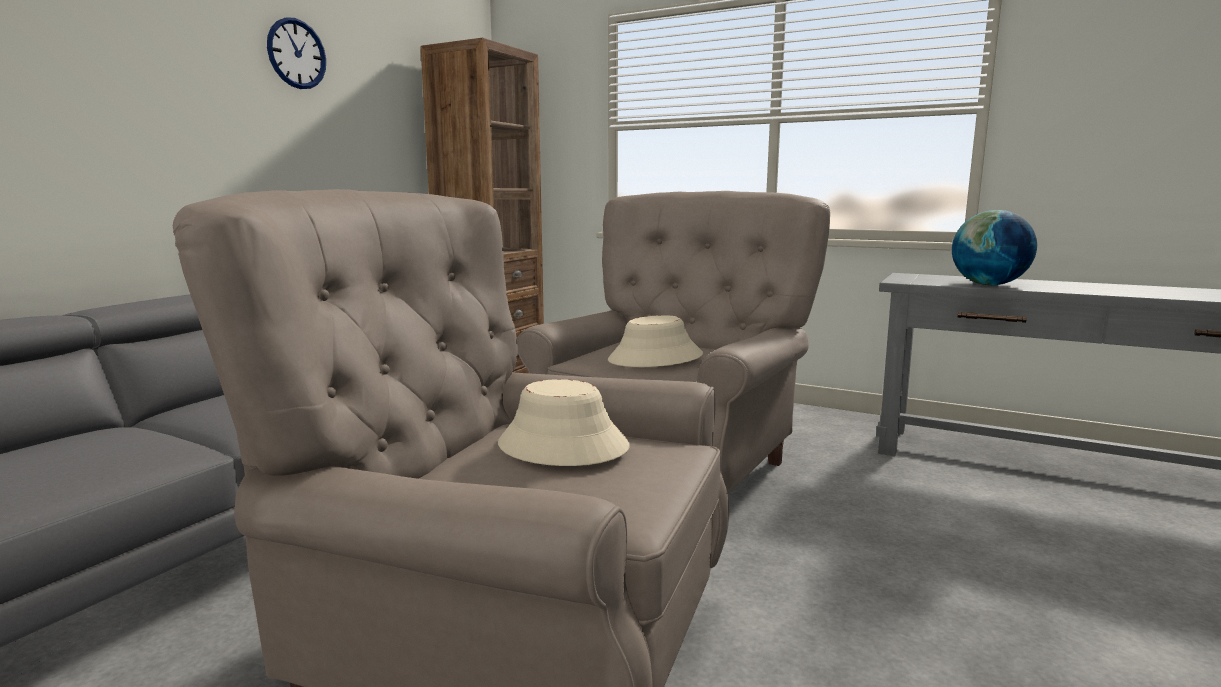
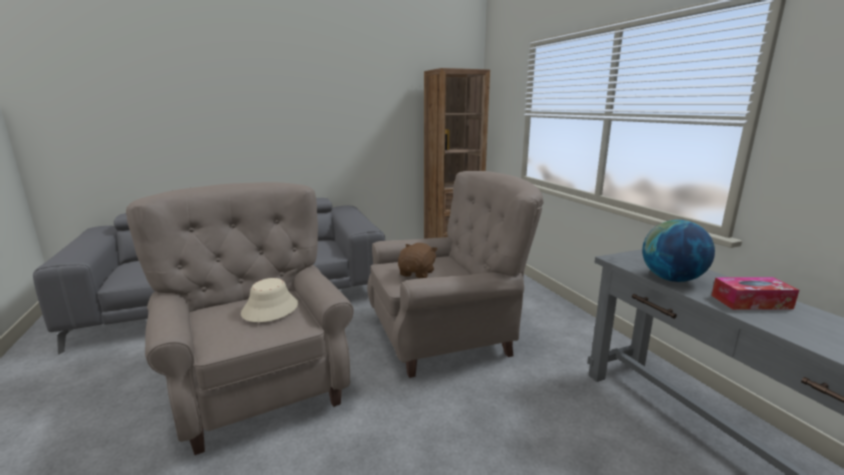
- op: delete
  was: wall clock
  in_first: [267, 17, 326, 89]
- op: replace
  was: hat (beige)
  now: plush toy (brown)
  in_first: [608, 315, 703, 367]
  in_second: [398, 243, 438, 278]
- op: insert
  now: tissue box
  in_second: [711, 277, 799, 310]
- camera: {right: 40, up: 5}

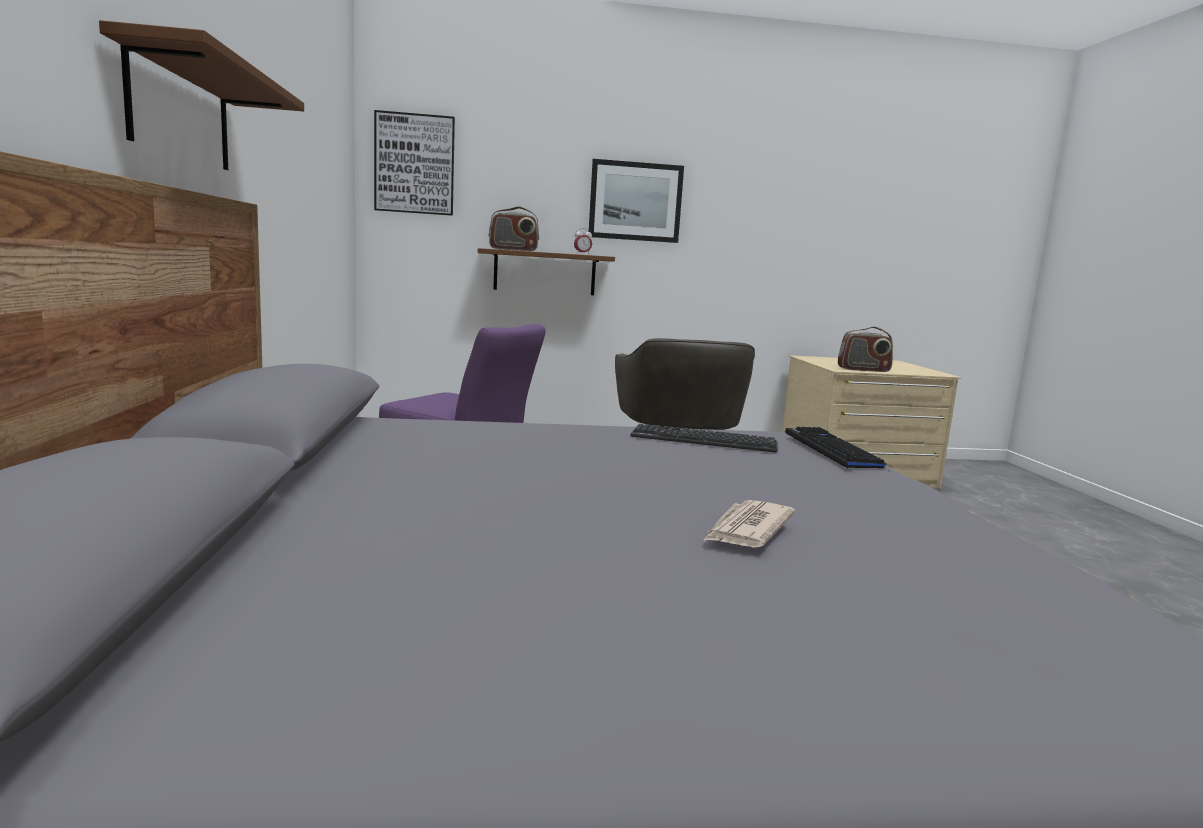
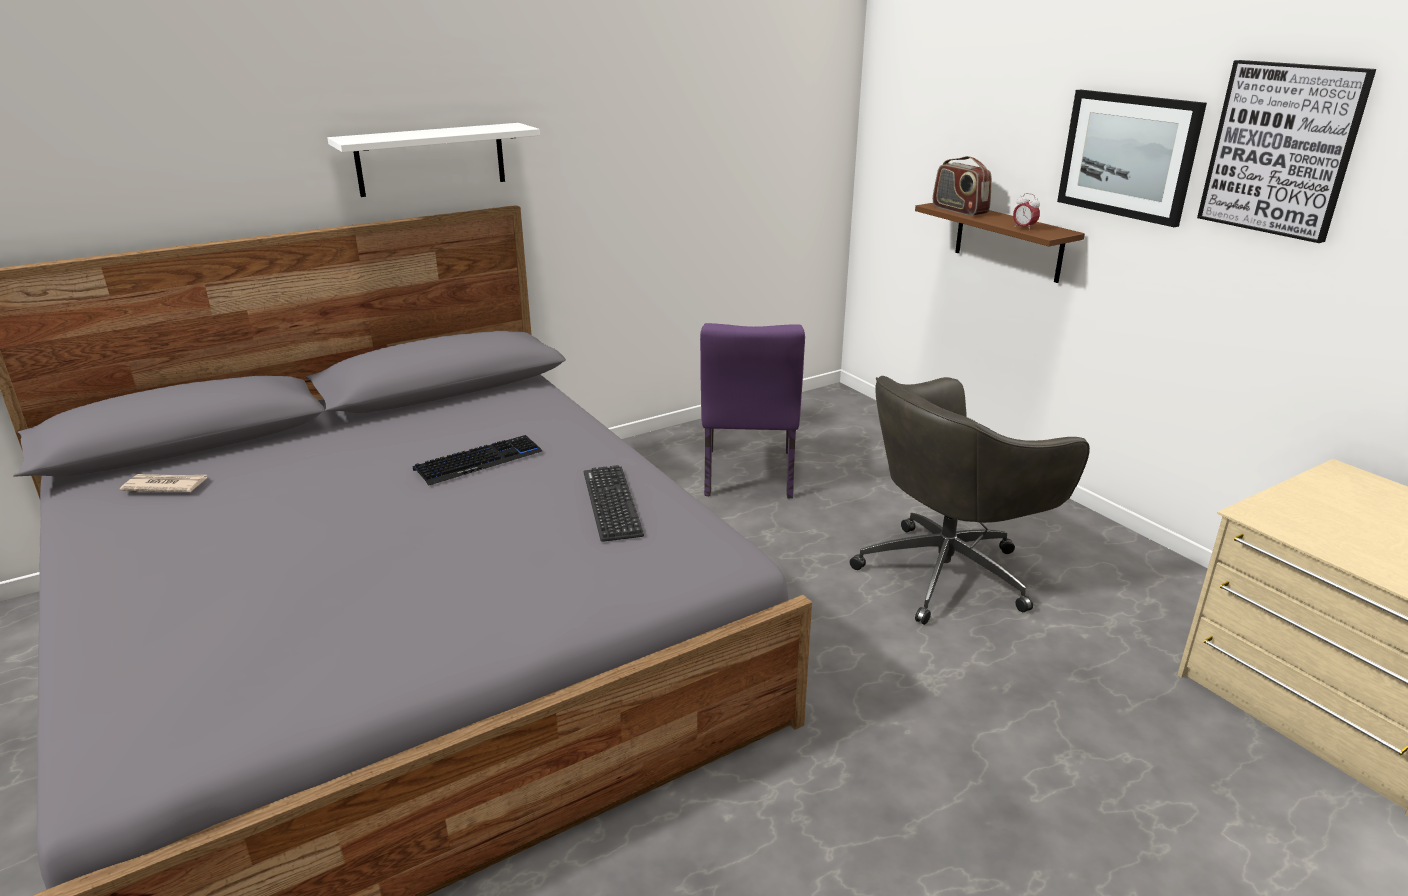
- op: recolor
  was: shelf (brown)
  now: shelf (white)
  in_first: [99, 20, 304, 170]
  in_second: [327, 123, 540, 197]
- op: move
  was: picture
  in_first: [374, 110, 455, 216]
  in_second: [1197, 60, 1376, 243]
- op: delete
  was: radio
  in_first: [838, 327, 893, 372]
- op: move
  was: keyboard
  in_first: [785, 427, 891, 468]
  in_second: [413, 435, 542, 486]
- op: move
  was: newspaper
  in_first: [702, 500, 795, 548]
  in_second: [120, 474, 207, 492]
- camera: {right: 65, up: 15}

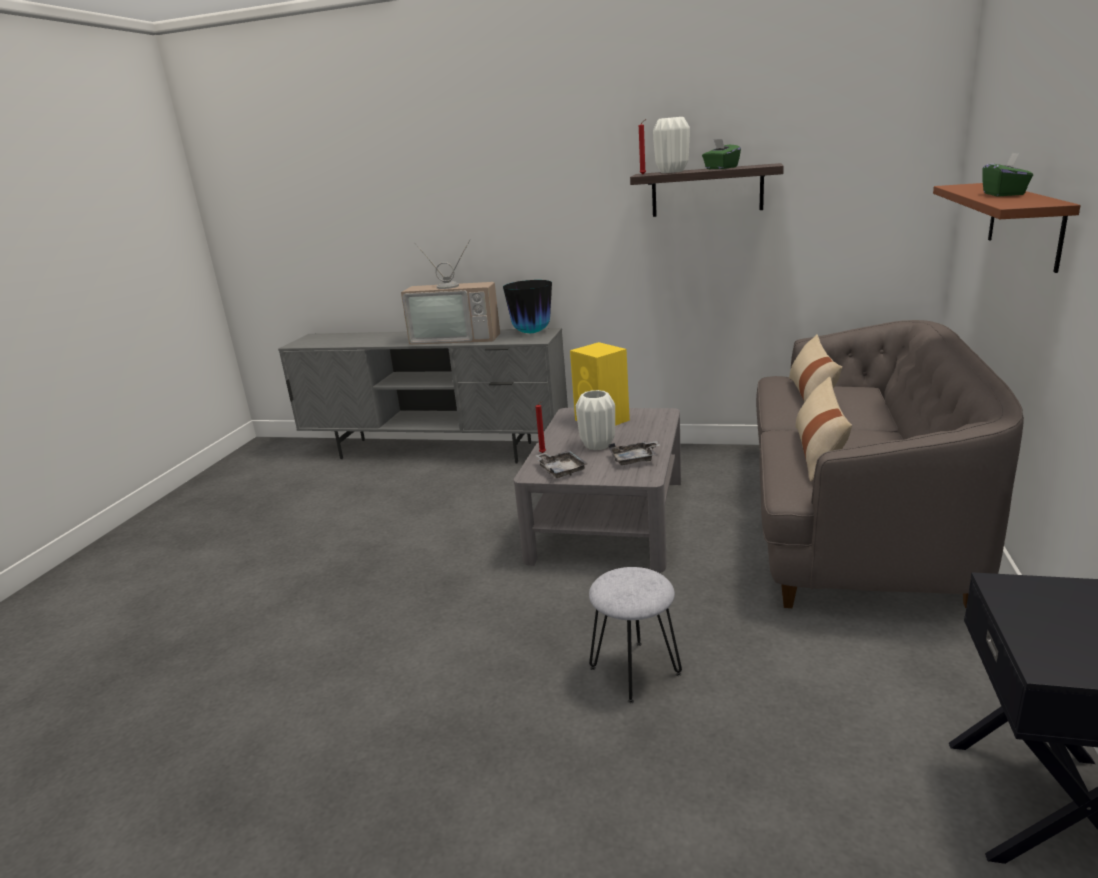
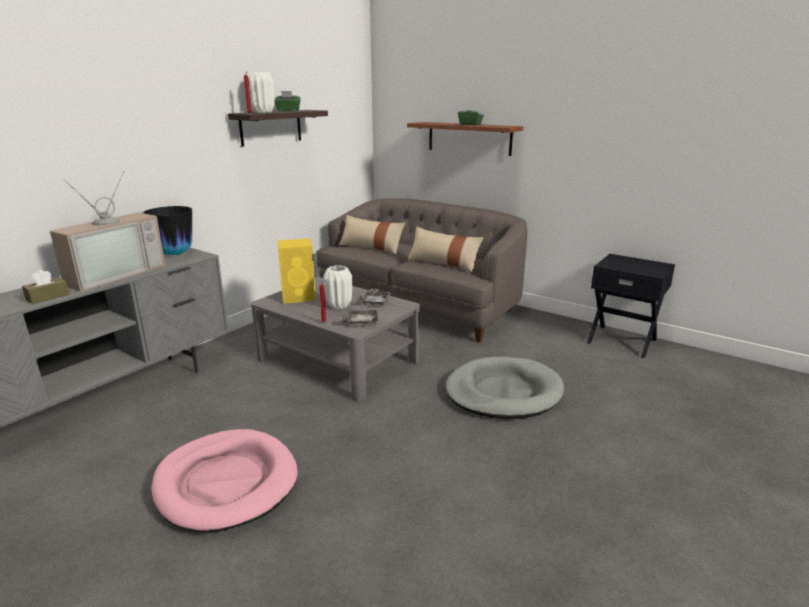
- op: replace
  was: stool (grey)
  now: dog bed (grey)
  in_first: [589, 567, 682, 703]
  in_second: [445, 357, 564, 419]
- op: insert
  now: tissue box (brown)
  in_second: [22, 269, 69, 304]
- op: insert
  now: dog bed (pink)
  in_second: [151, 429, 298, 532]
- camera: {right: -70, up: 0}

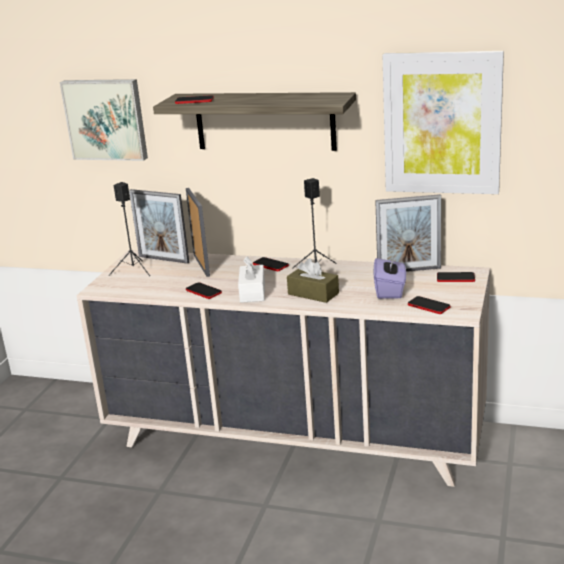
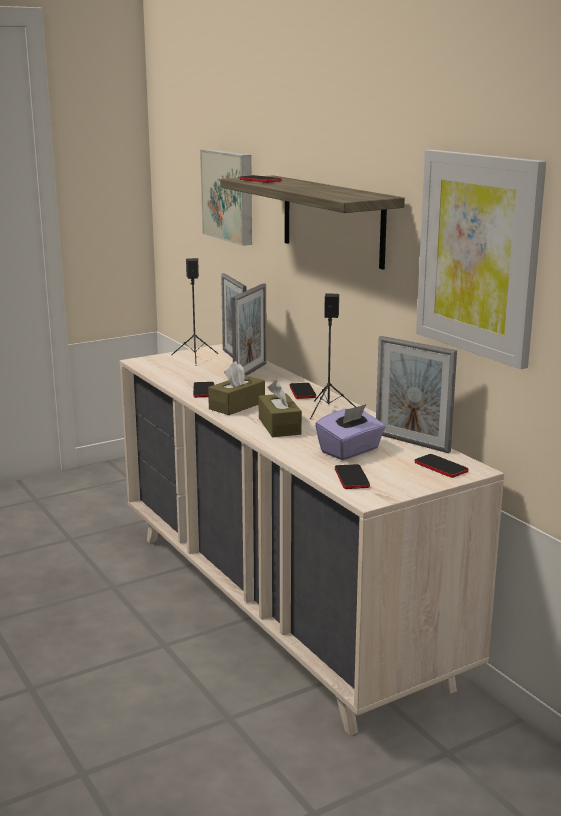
- op: recolor
  was: tissue box (white)
  now: tissue box (brown)
  in_first: [238, 257, 265, 303]
  in_second: [208, 361, 265, 415]
- camera: {right: 40, up: -5}

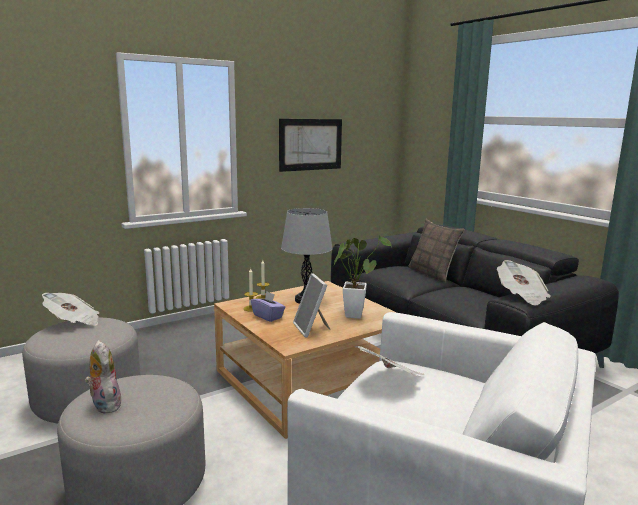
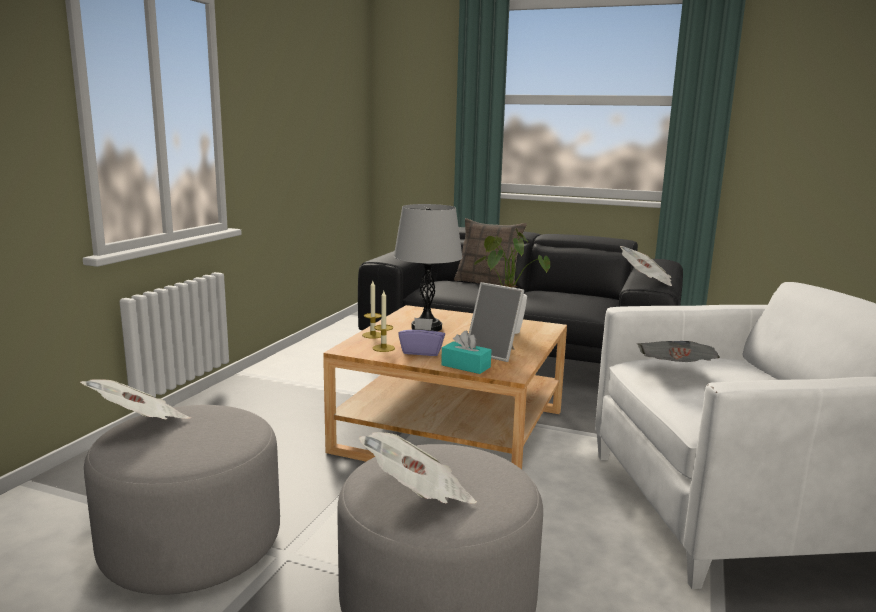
- op: delete
  was: picture
  in_first: [279, 119, 342, 172]
- op: replace
  was: plush toy
  now: newspaper
  in_first: [85, 340, 121, 414]
  in_second: [359, 432, 477, 504]
- op: insert
  now: tissue box (turquoise)
  in_second: [441, 331, 491, 374]
- camera: {right: -35, up: 0}

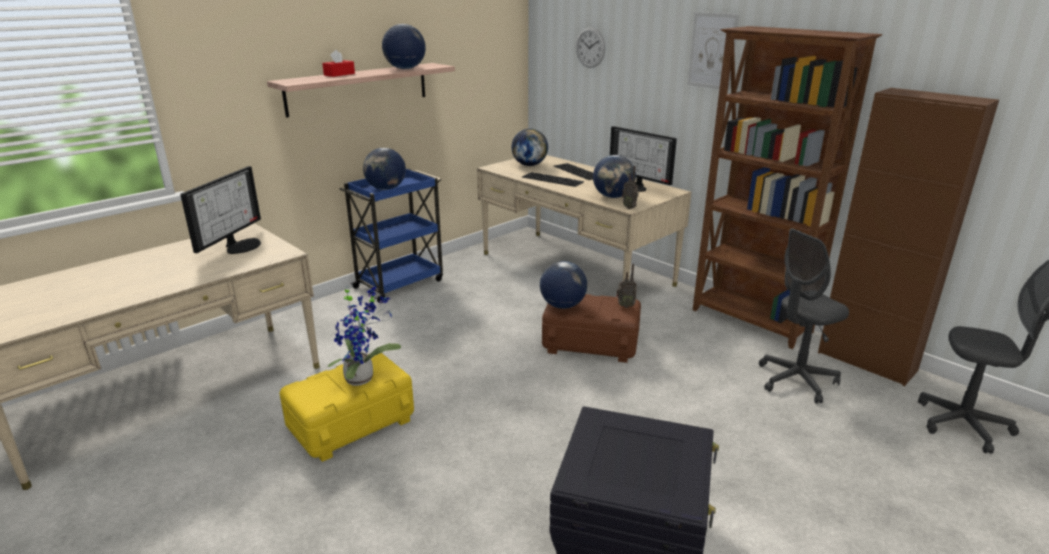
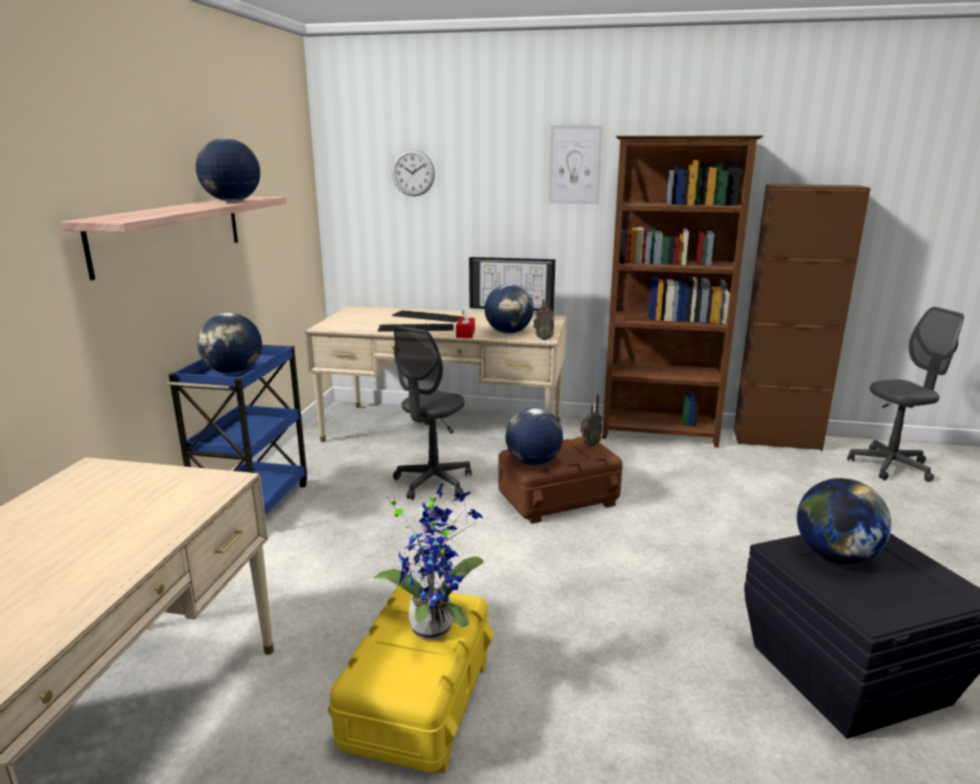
- op: move
  was: tissue box (red)
  in_first: [322, 50, 355, 77]
  in_second: [456, 309, 475, 338]
- op: move
  was: globe
  in_first: [511, 129, 548, 166]
  in_second: [797, 478, 892, 564]
- op: delete
  was: monitor
  in_first: [180, 166, 261, 254]
- op: move
  was: office chair (grey)
  in_first: [759, 228, 849, 403]
  in_second: [393, 326, 471, 500]
- camera: {right: -35, up: -5}

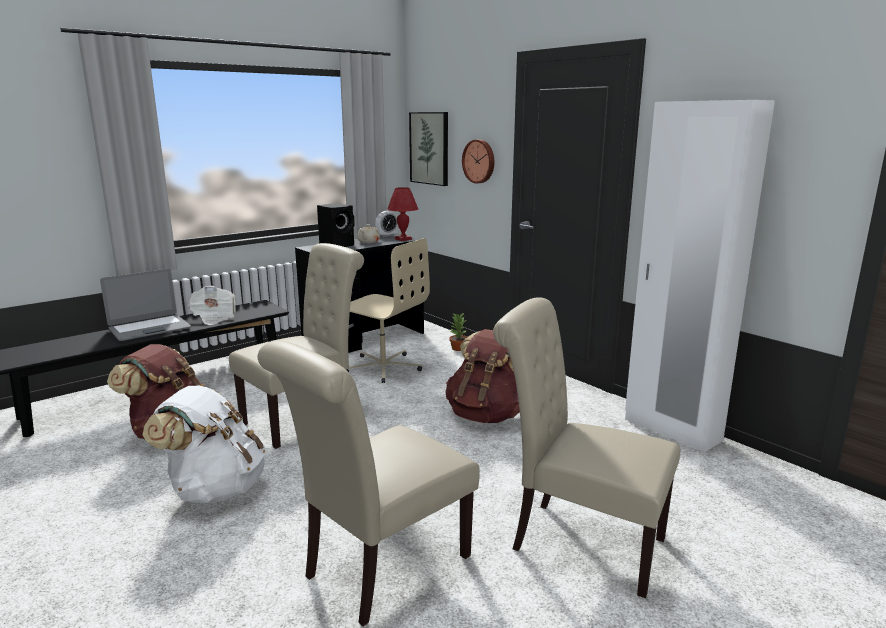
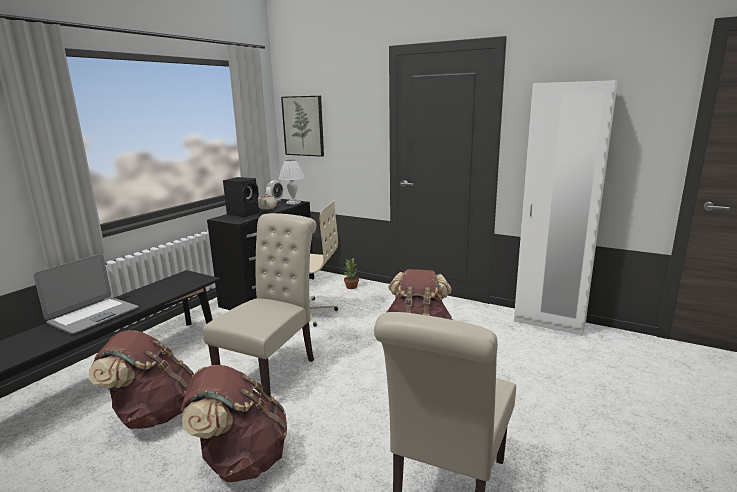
- op: delete
  was: wall clock
  in_first: [462, 139, 494, 184]
- op: recolor
  was: table lamp (red)
  now: table lamp (white)
  in_first: [387, 187, 418, 241]
  in_second: [279, 160, 305, 205]
- op: delete
  was: newspaper
  in_first: [188, 286, 236, 325]
- op: delete
  was: chair (beige)
  in_first: [493, 297, 680, 598]
- op: recolor
  was: backpack (white)
  now: backpack (brown)
  in_first: [143, 385, 266, 503]
  in_second: [181, 365, 287, 482]
- camera: {right: -20, up: 0}

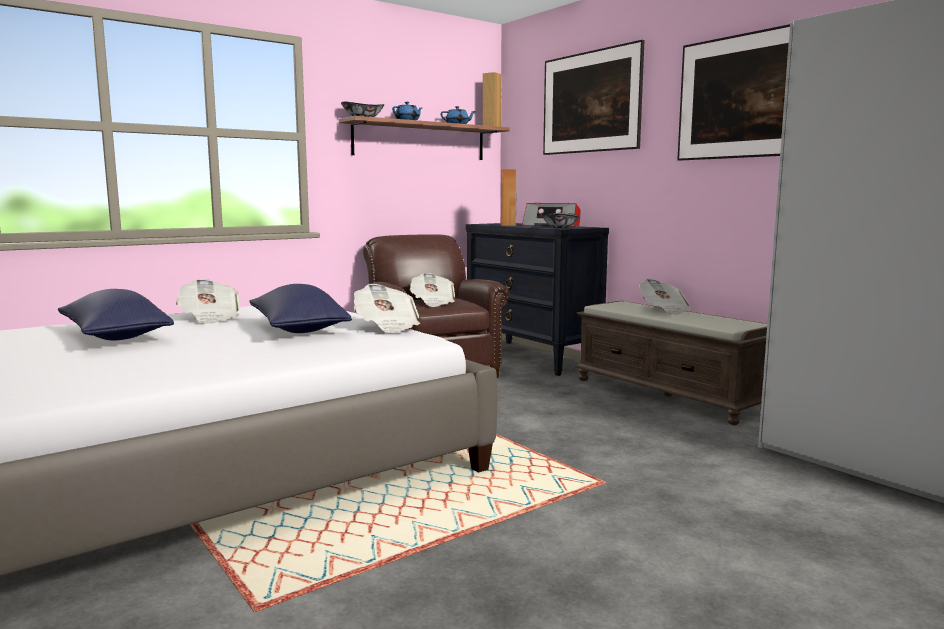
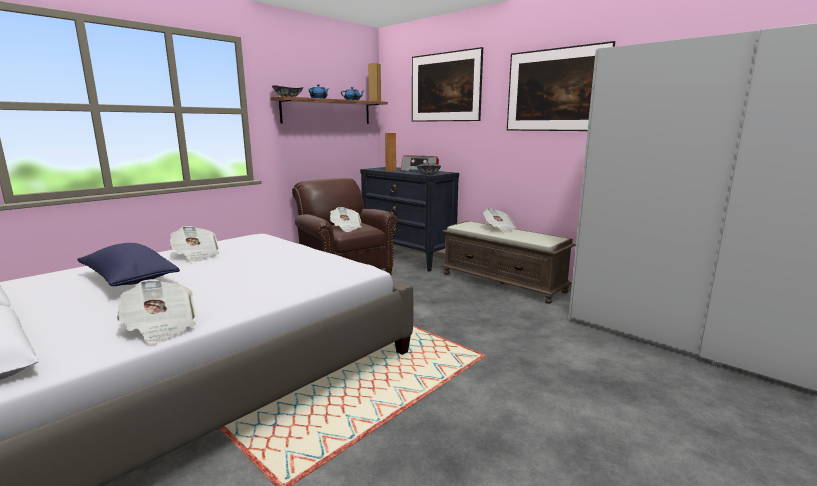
- op: delete
  was: pillow (blue)
  in_first: [249, 284, 352, 333]
- op: move
  was: newspaper
  in_first: [354, 284, 420, 333]
  in_second: [116, 279, 196, 344]
- camera: {right: -10, up: 5}

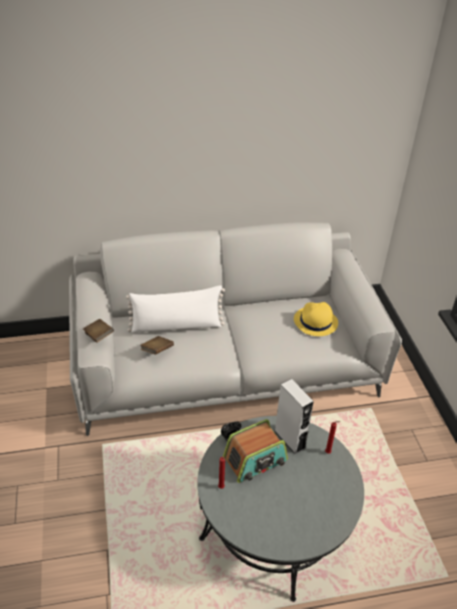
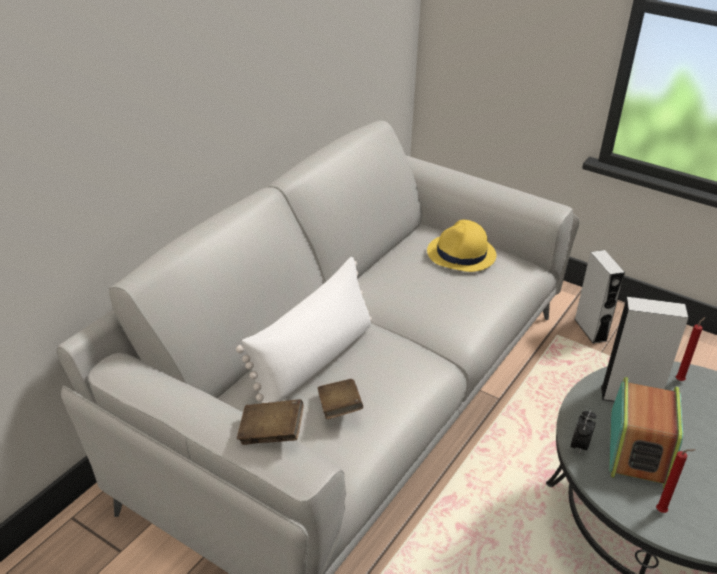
- op: insert
  now: speaker (grey)
  in_second: [574, 250, 625, 344]
- camera: {right: -45, up: -5}

